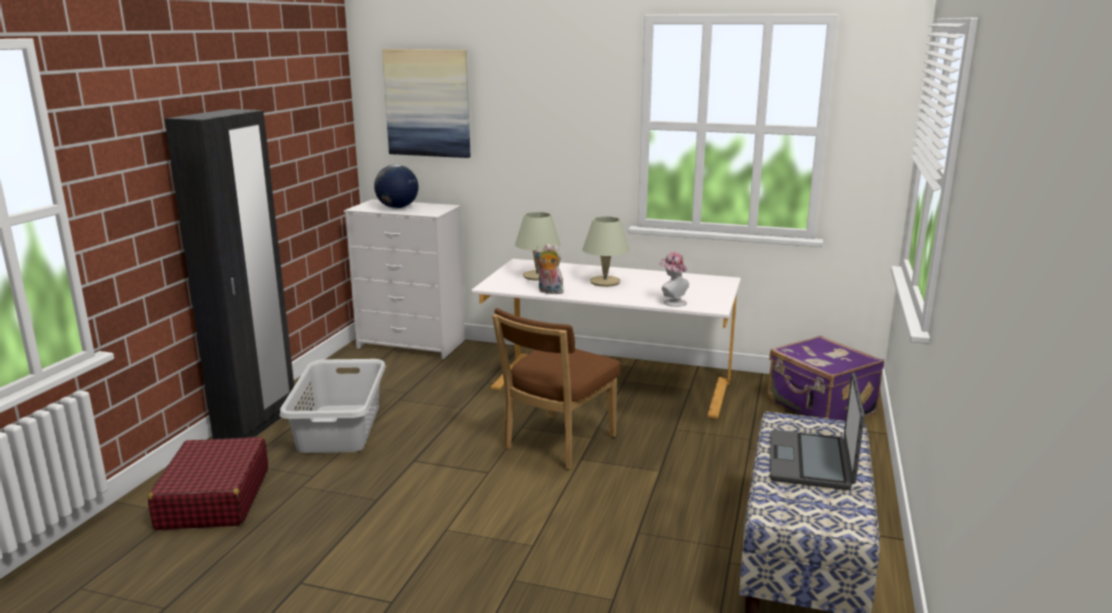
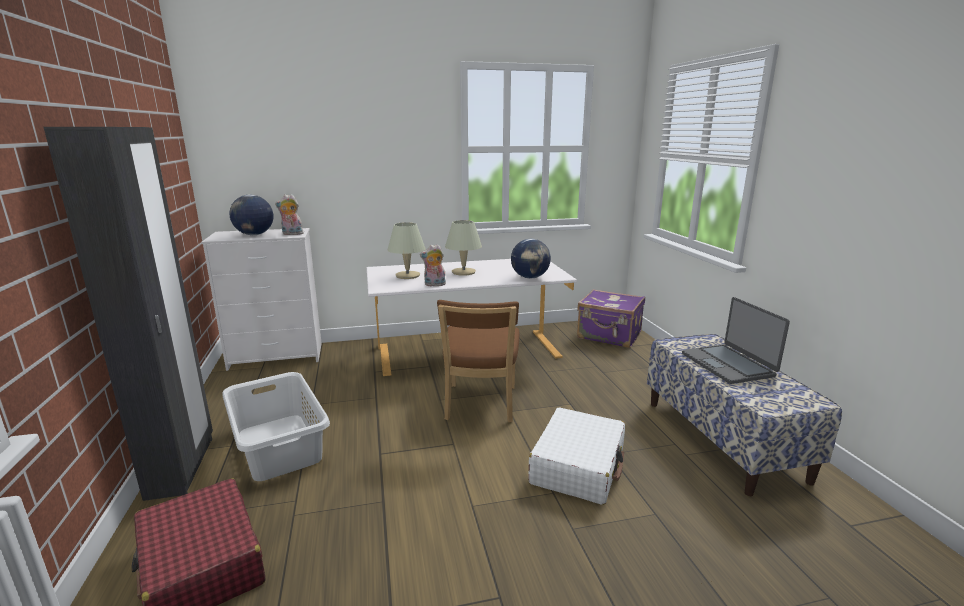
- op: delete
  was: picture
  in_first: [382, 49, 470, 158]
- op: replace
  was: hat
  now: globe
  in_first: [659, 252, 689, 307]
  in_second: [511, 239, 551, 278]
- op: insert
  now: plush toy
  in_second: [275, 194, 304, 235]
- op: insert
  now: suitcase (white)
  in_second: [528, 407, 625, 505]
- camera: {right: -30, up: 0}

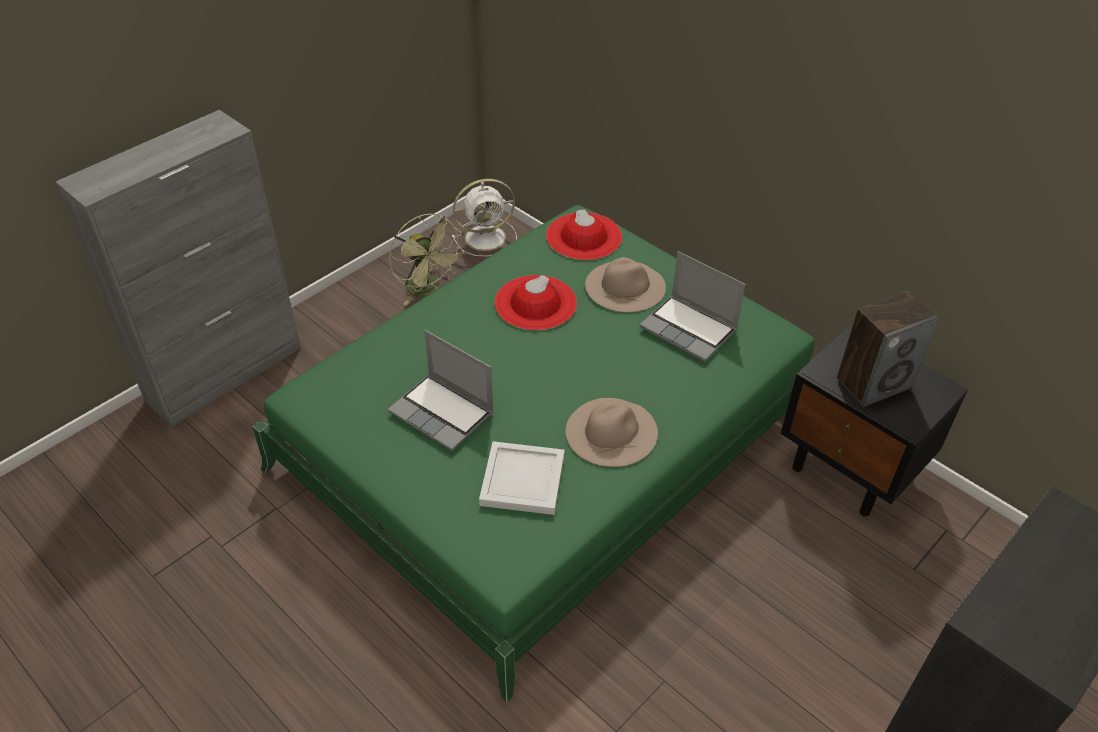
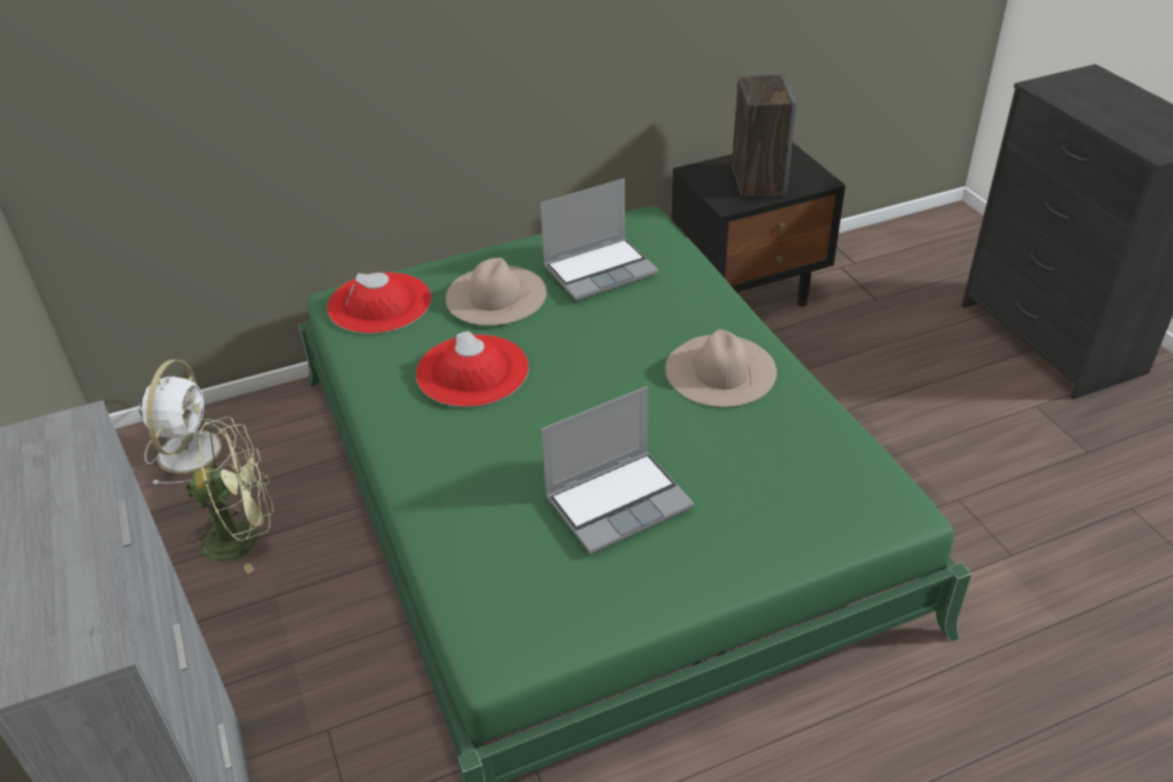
- op: delete
  was: tray (white)
  in_first: [479, 441, 565, 515]
- camera: {right: -65, up: -5}

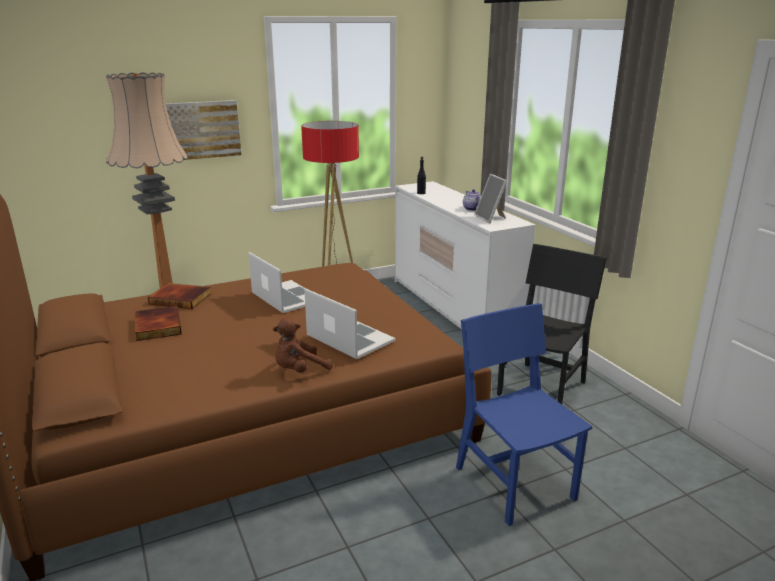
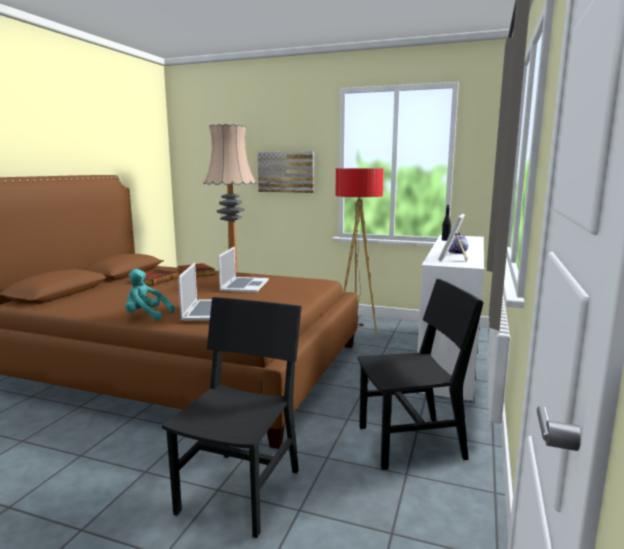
- op: recolor
  was: chair (blue)
  now: chair (black)
  in_first: [456, 303, 592, 526]
  in_second: [162, 297, 302, 538]
- op: recolor
  was: plush toy (brown)
  now: plush toy (turquoise)
  in_first: [273, 318, 333, 373]
  in_second: [125, 269, 174, 320]
- camera: {right: 45, up: -10}

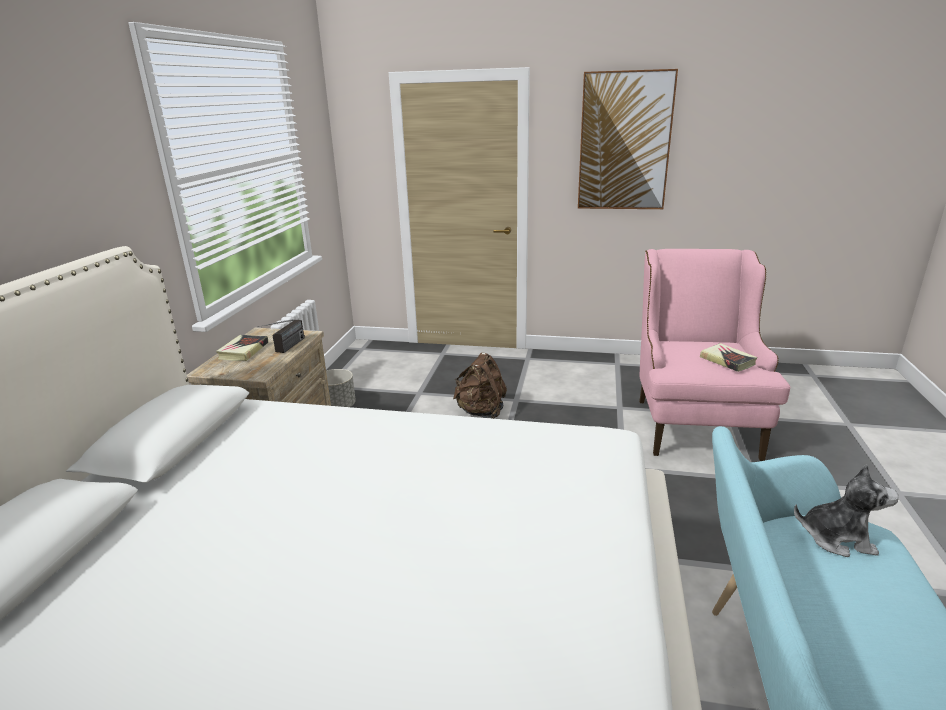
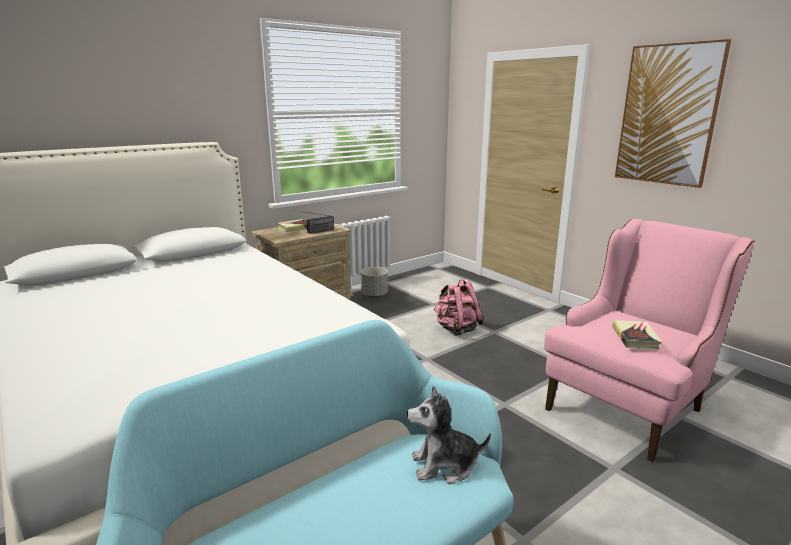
- op: recolor
  was: backpack (brown)
  now: backpack (pink)
  in_first: [453, 352, 507, 419]
  in_second: [434, 279, 484, 336]
- op: rotate
  was: plush toy
  in_first: [794, 464, 899, 557]
  in_second: [407, 386, 491, 484]
  clockwise: 120
- camera: {right: 40, up: -5}

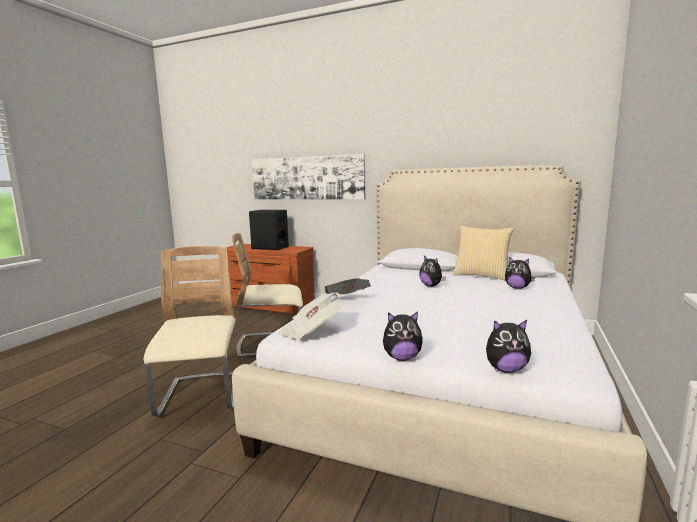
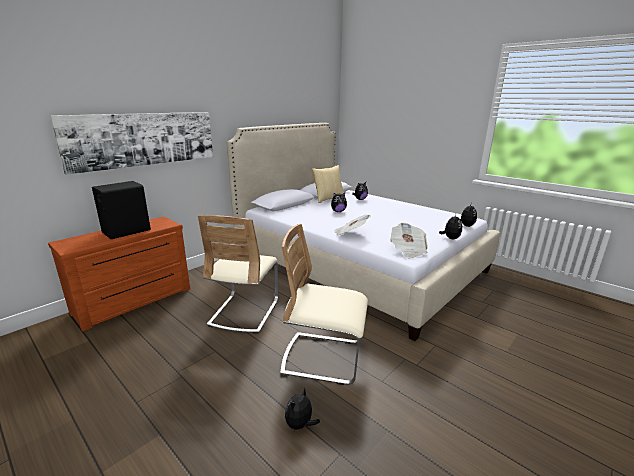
- op: insert
  now: plush toy
  in_second: [285, 387, 320, 430]
- camera: {right: -70, up: 10}

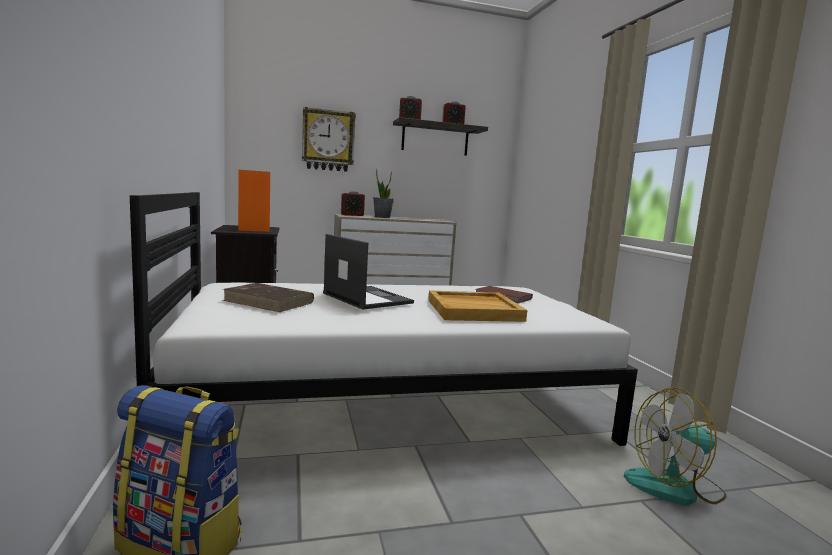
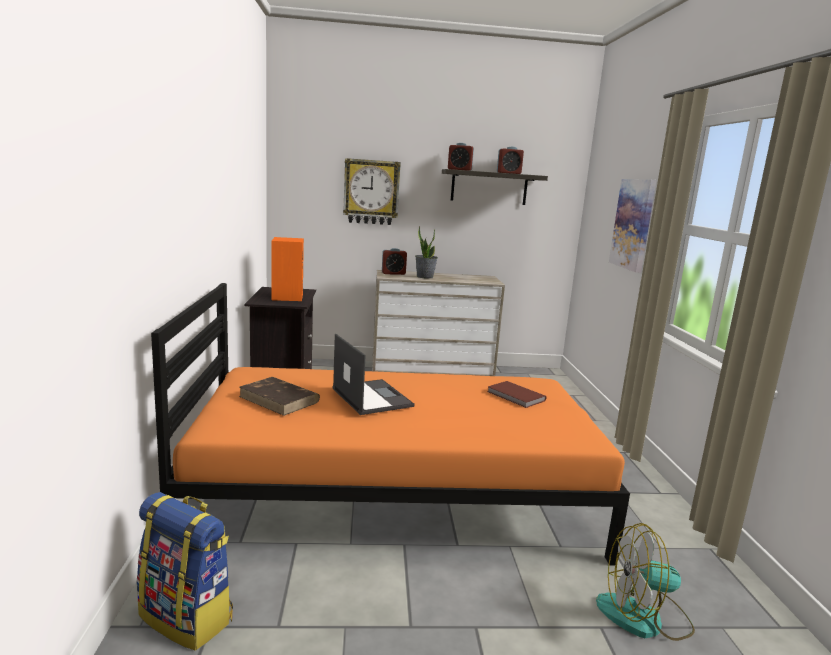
- op: recolor
  was: bed (white)
  now: bed (orange)
  in_first: [130, 192, 638, 446]
  in_second: [151, 283, 630, 565]
- op: delete
  was: tray (beige)
  in_first: [428, 290, 527, 322]
- op: insert
  now: picture
  in_second: [609, 179, 657, 273]
- camera: {right: 10, up: 5}

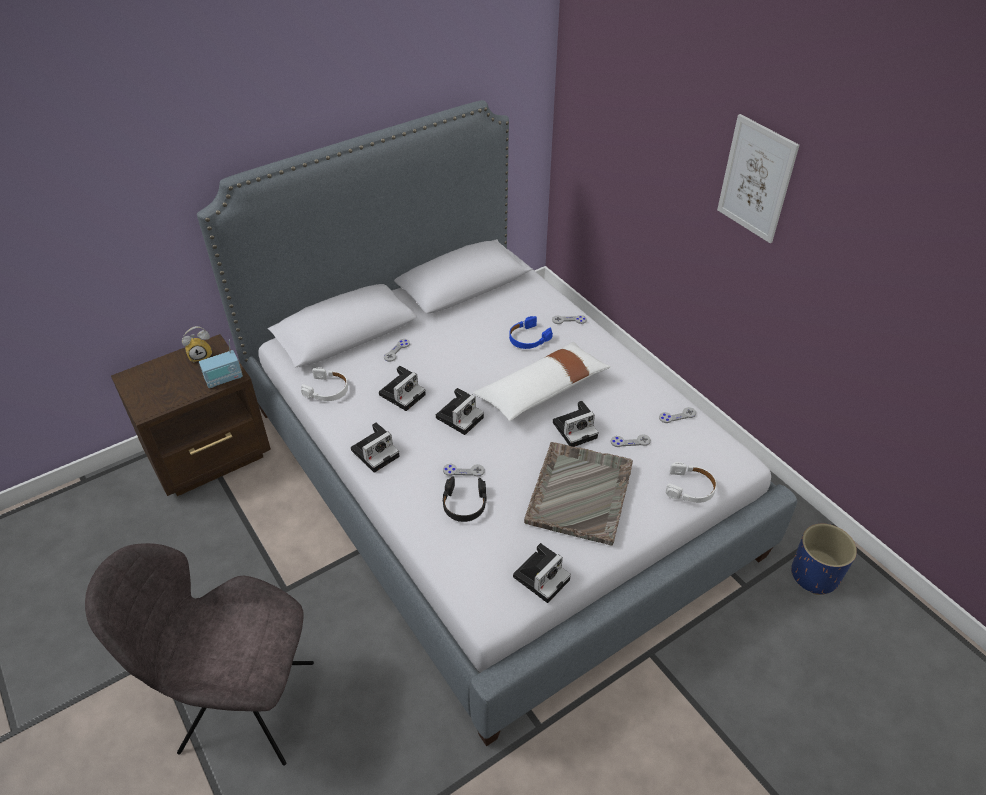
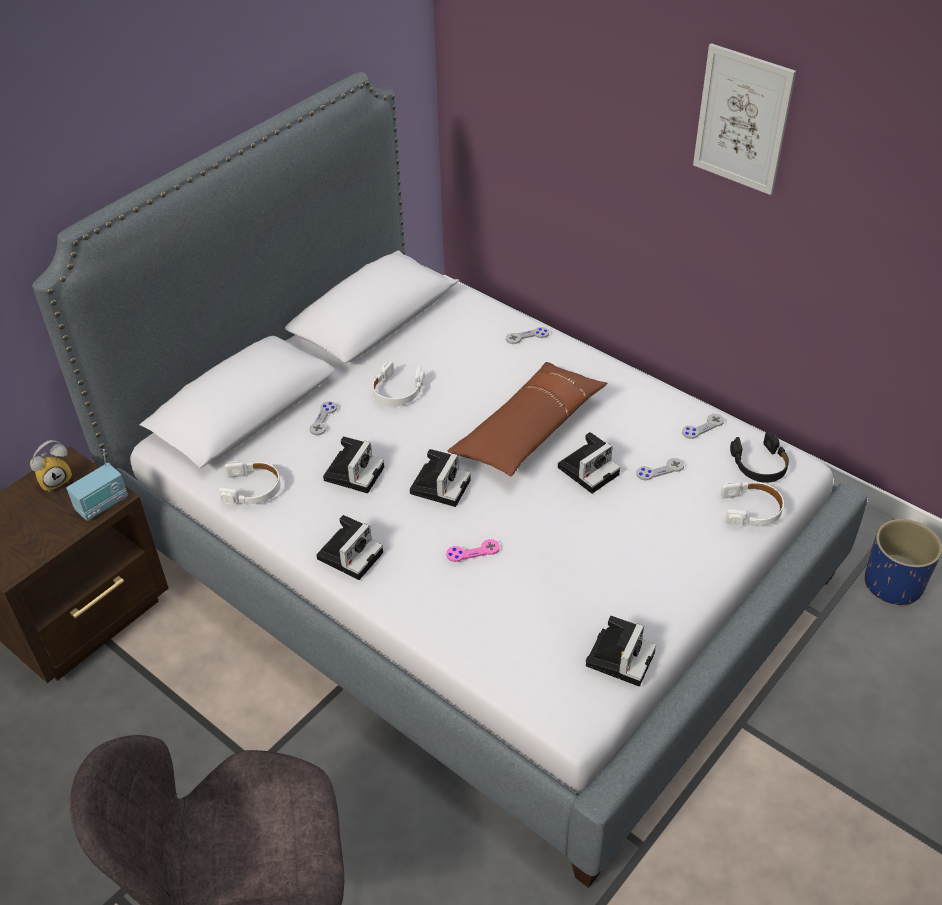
- op: delete
  was: headphones (blue)
  in_first: [509, 316, 553, 349]
- op: recolor
  was: pillow (white)
  now: pillow (brown)
  in_first: [473, 342, 611, 421]
  in_second: [448, 362, 608, 476]
- op: delete
  was: tray (grey)
  in_first: [524, 442, 633, 545]
- op: recolor
  was: game controller (grey)
  now: game controller (pink)
  in_first: [443, 464, 485, 477]
  in_second: [446, 539, 500, 562]
- op: move
  was: headphones (black)
  in_first: [442, 476, 487, 522]
  in_second: [730, 432, 789, 483]
- op: insert
  now: headphones (white)
  in_second: [372, 361, 425, 406]
- camera: {right: -15, up: 0}

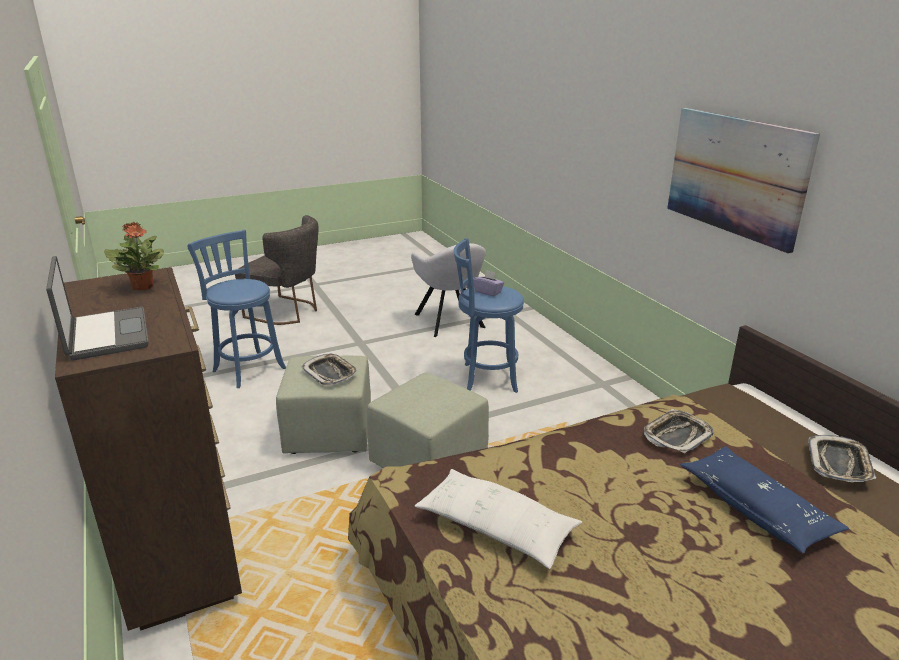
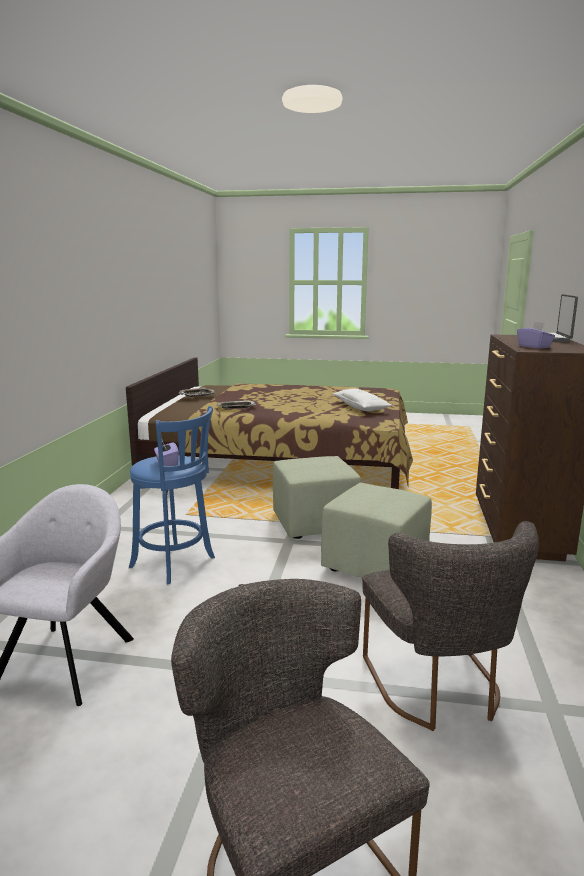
- op: delete
  was: picture
  in_first: [667, 108, 820, 254]
- op: replace
  was: potted plant
  now: tissue box (purple)
  in_first: [104, 222, 164, 290]
  in_second: [517, 322, 555, 349]
- op: replace
  was: stool (blue)
  now: chair (grey)
  in_first: [187, 230, 286, 388]
  in_second: [362, 521, 539, 731]
- op: delete
  was: tray
  in_first: [302, 354, 358, 386]
- op: delete
  was: pillow (blue)
  in_first: [680, 447, 849, 554]
- camera: {right: -145, up: -10}

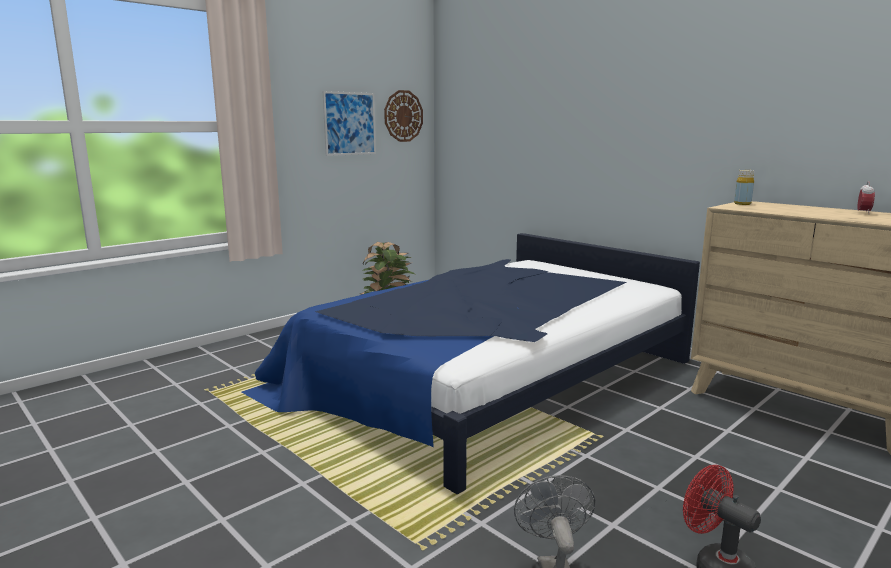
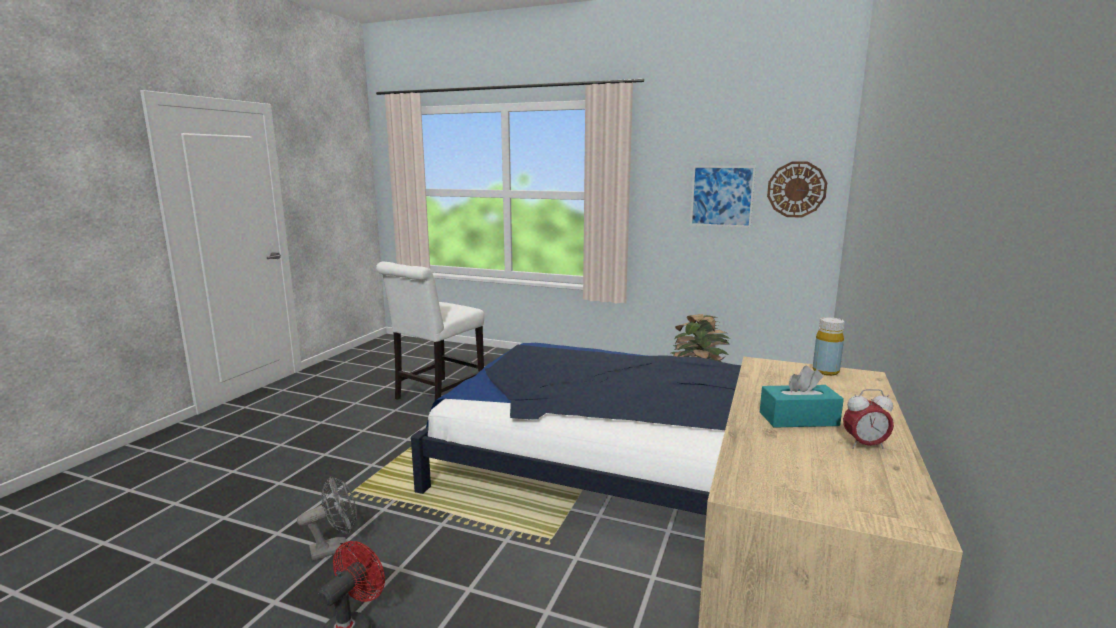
- op: insert
  now: chair (white)
  in_second: [376, 262, 484, 401]
- op: insert
  now: tissue box (turquoise)
  in_second: [760, 366, 844, 428]
- camera: {right: 65, up: 0}

